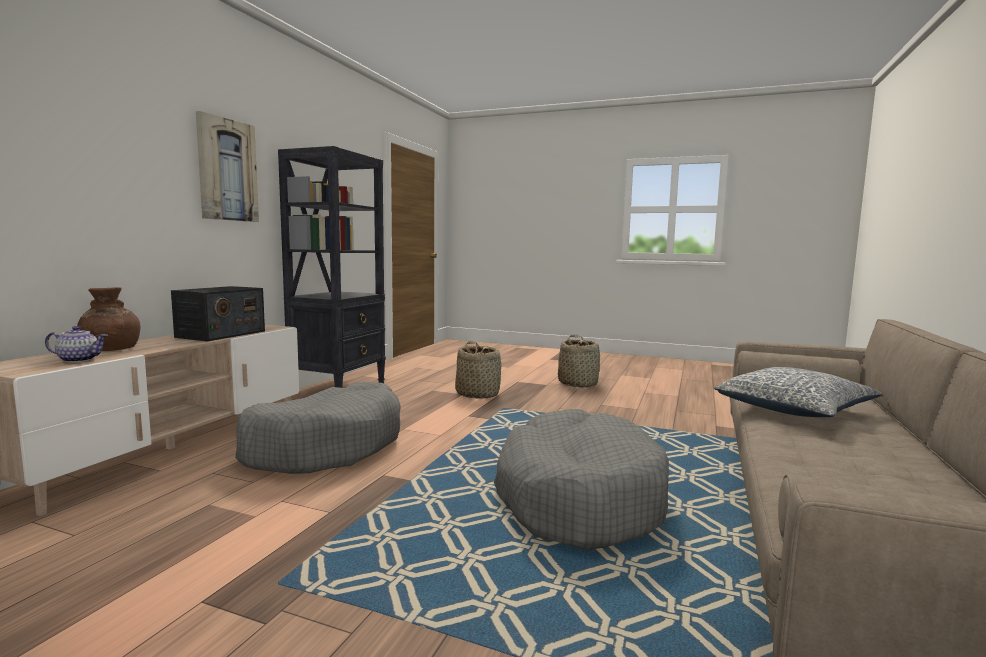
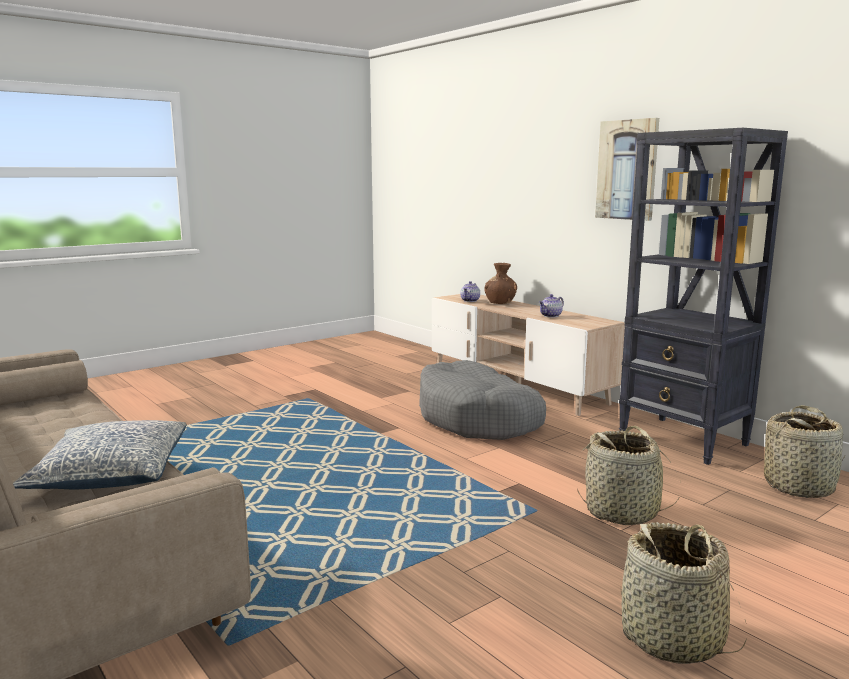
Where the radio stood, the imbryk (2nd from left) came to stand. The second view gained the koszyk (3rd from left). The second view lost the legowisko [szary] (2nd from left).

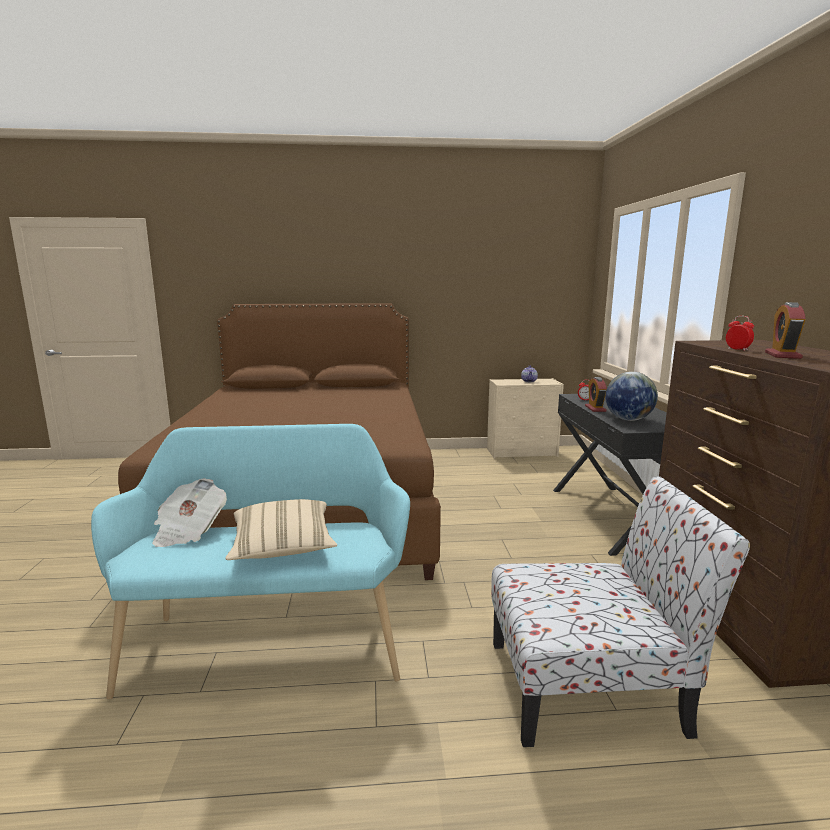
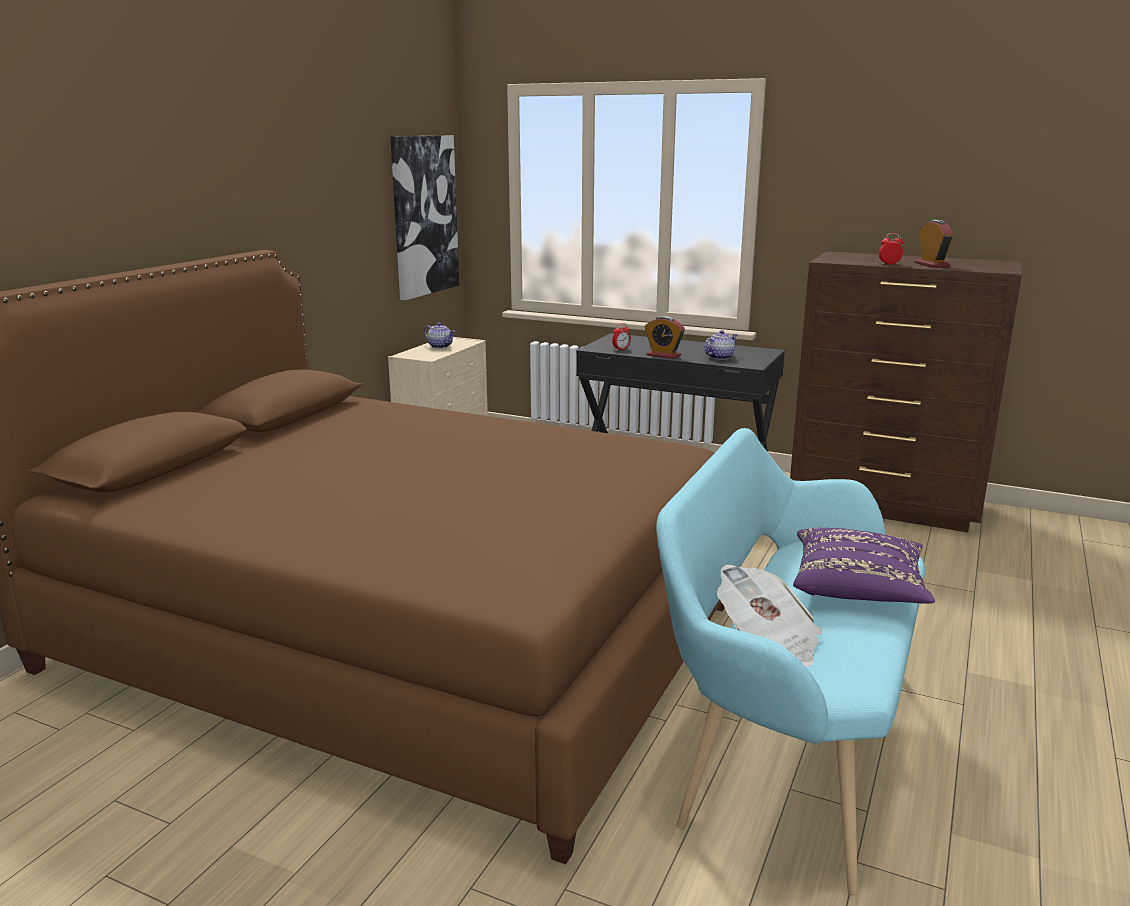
The second view gained the obraz. Where the globus stood, the imbryk (2nd from left) came to stand. What was the poduszka [beżowy] turned into the poduszka [fioletowy]. The budzik (4th from left) ended up facing another way, 150 degrees counterclockwise from before. The second view lost the krzesło.

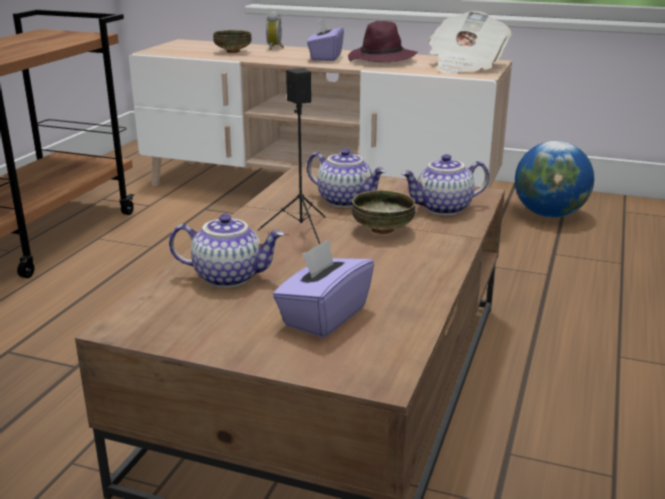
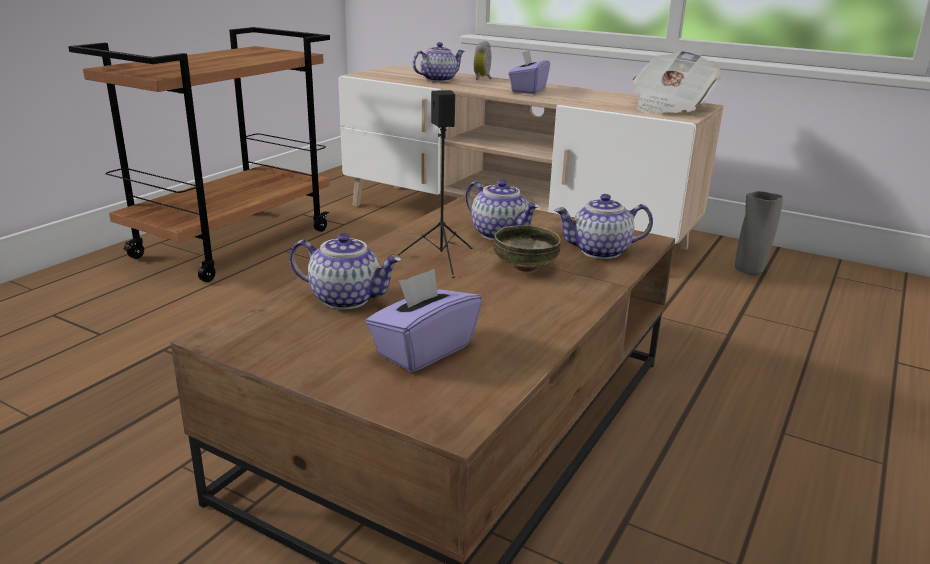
Where the miska (1st from left) stood, the imbryk (2nd from left) came to stand. Where the globus stood, the wazon [szary] came to stand. The second view lost the kapelusz [fioletowy].

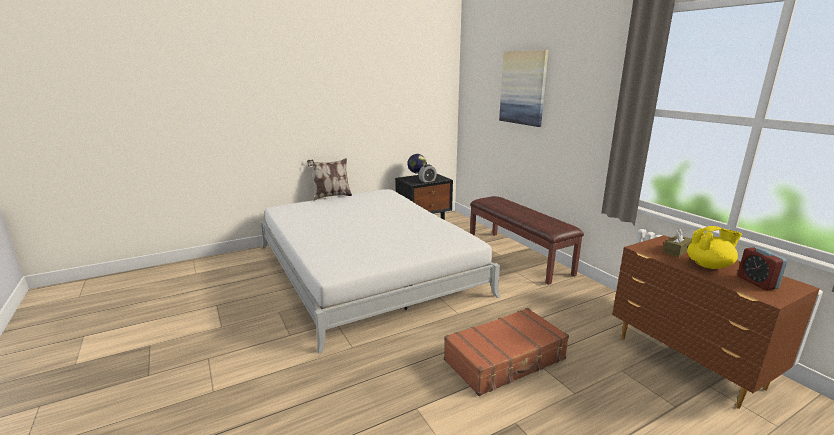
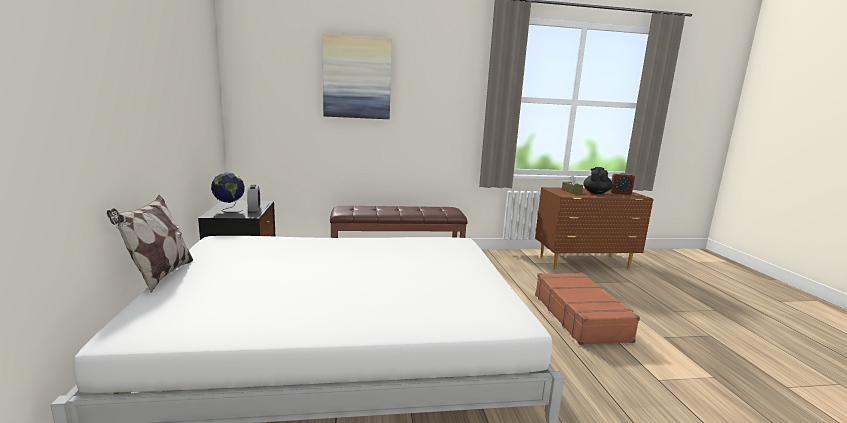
What was the imbryk [żółty] turned into the imbryk [czarny].

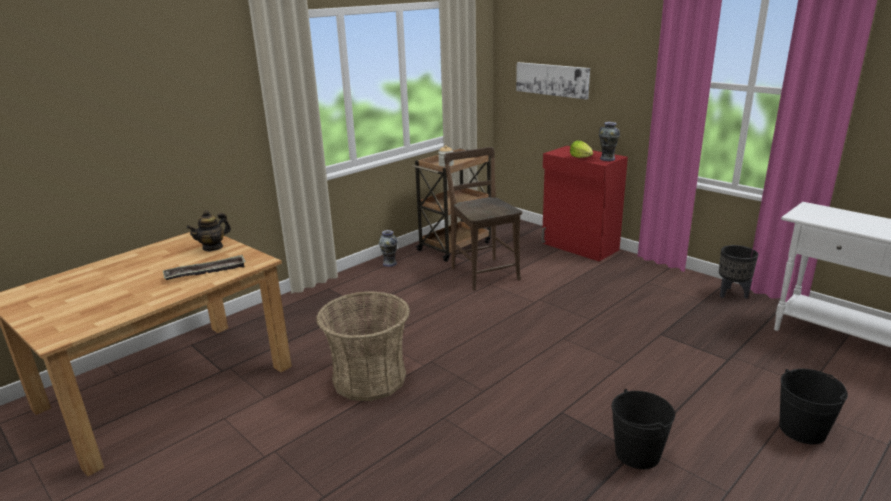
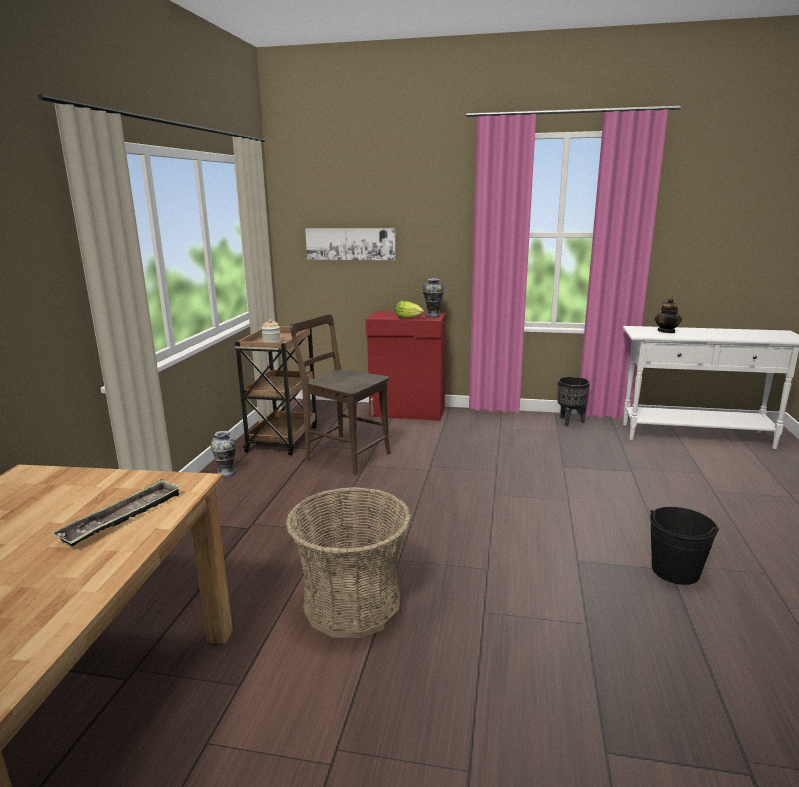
The imbryk ended up elsewhere. The second view lost the wiadro [czarny] (2nd from left).

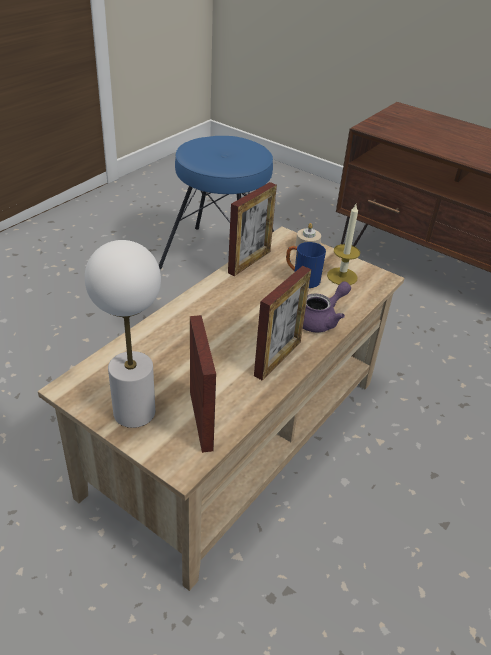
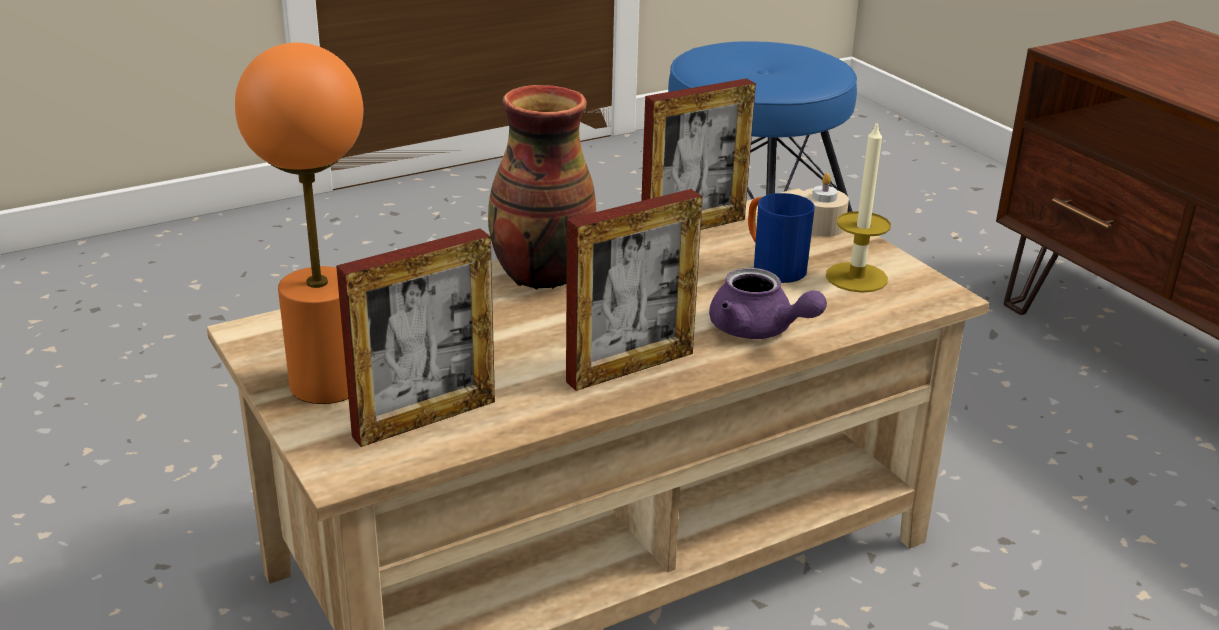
What was the lampa stołowa [biały] turned into the lampa stołowa [pomarańczowy]. The ramka na zdjęcie (1st from left) ended up facing another way, 45 degrees clockwise from before. The second view gained the wazon. The imbryk [fioletowy] ended up facing another way, 60 degrees clockwise from before.

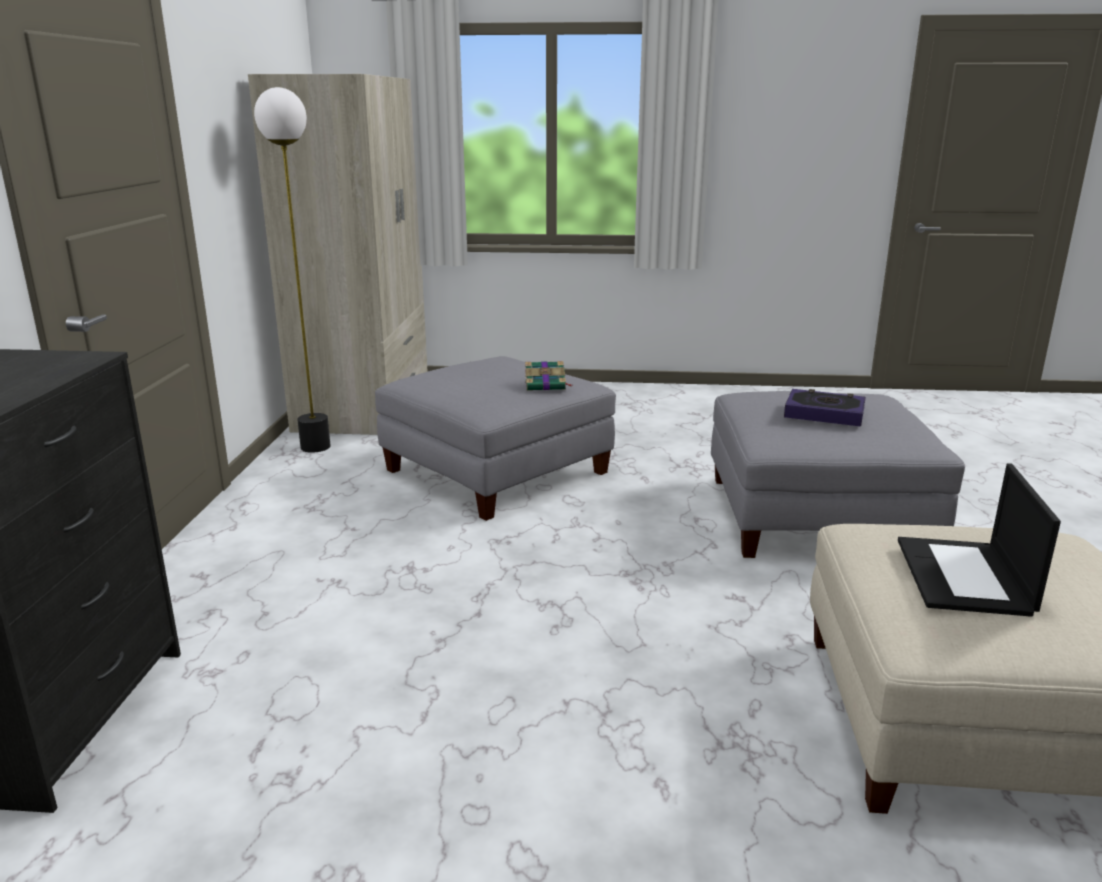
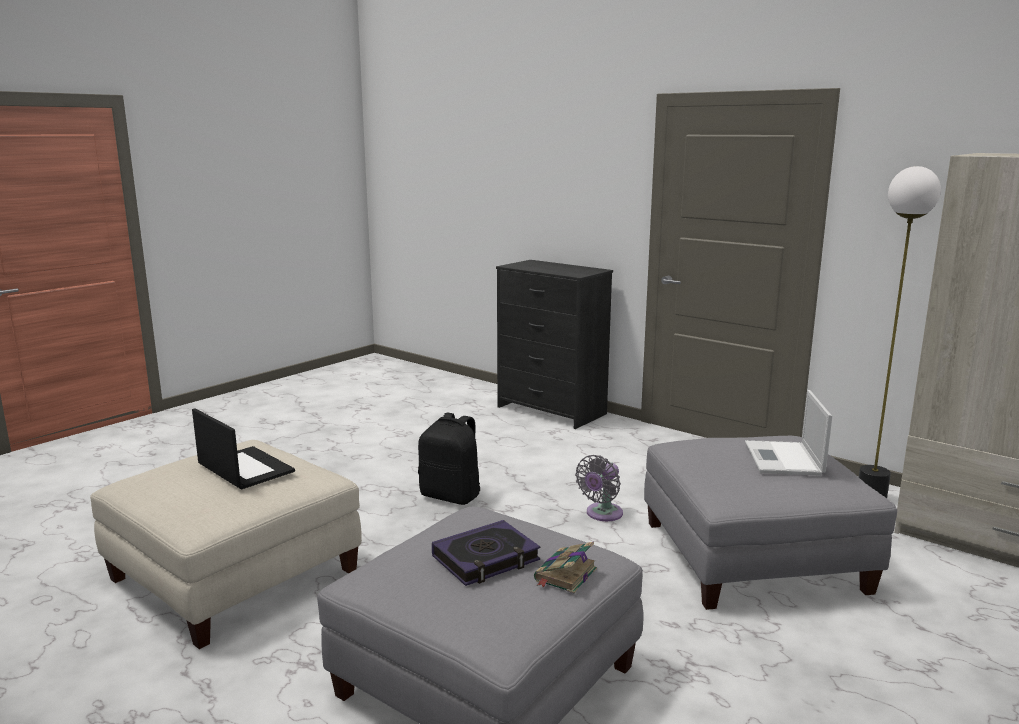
The second view gained the plecak [czarny]. The książka (1st from left in the first image) ended up elsewhere. The second view gained the wentylator [szary]. The second view gained the laptop (2nd from left).

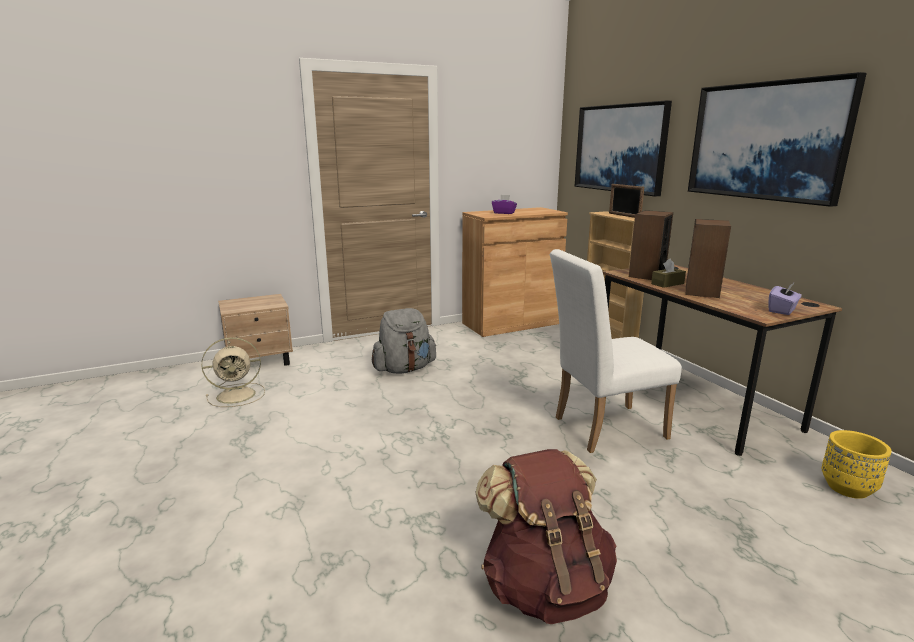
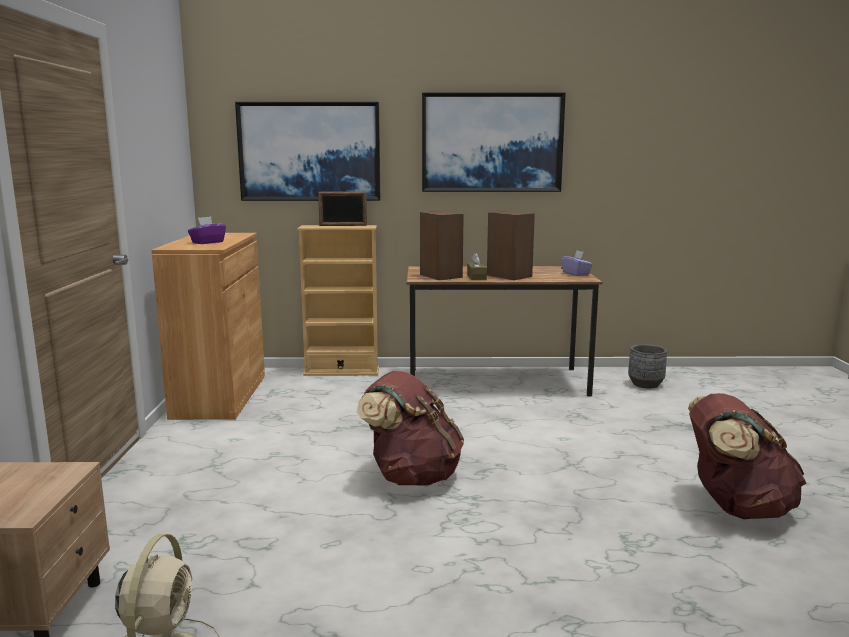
The second view gained the plecak [brązowy] (1st from left). What was the donica [żółty] turned into the donica [szary]. The second view lost the plecak [szary]. The second view lost the krzesło [biały].

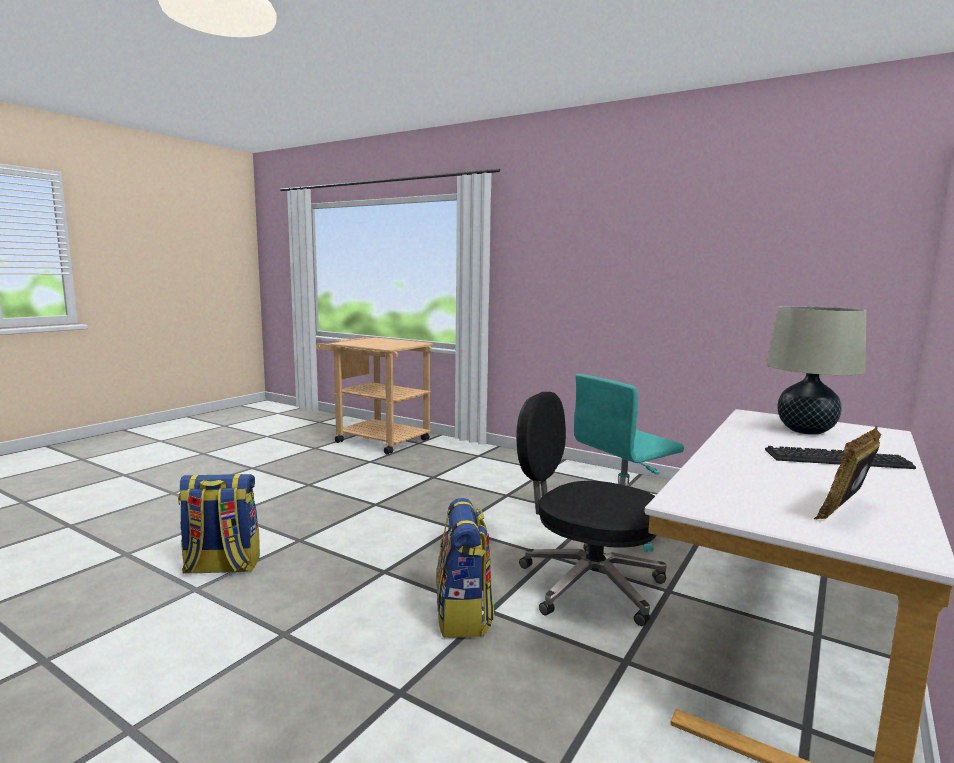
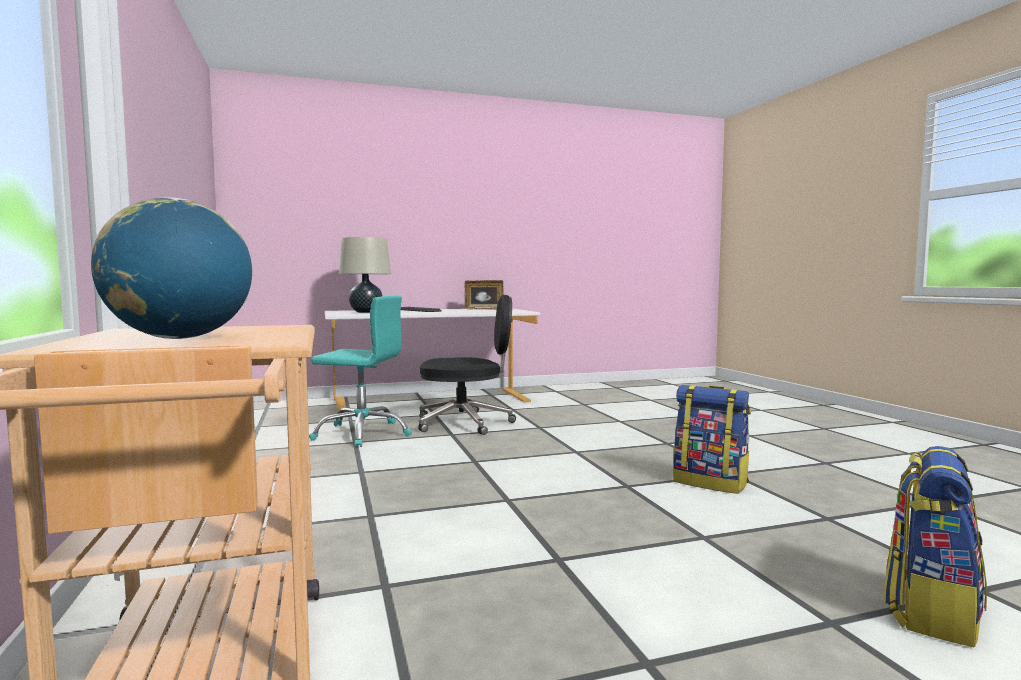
The second view gained the globus. The krzesło biurowe [czarny] ended up facing another way, 75 degrees counterclockwise from before. The plecak (2nd from left) ended up elsewhere.

